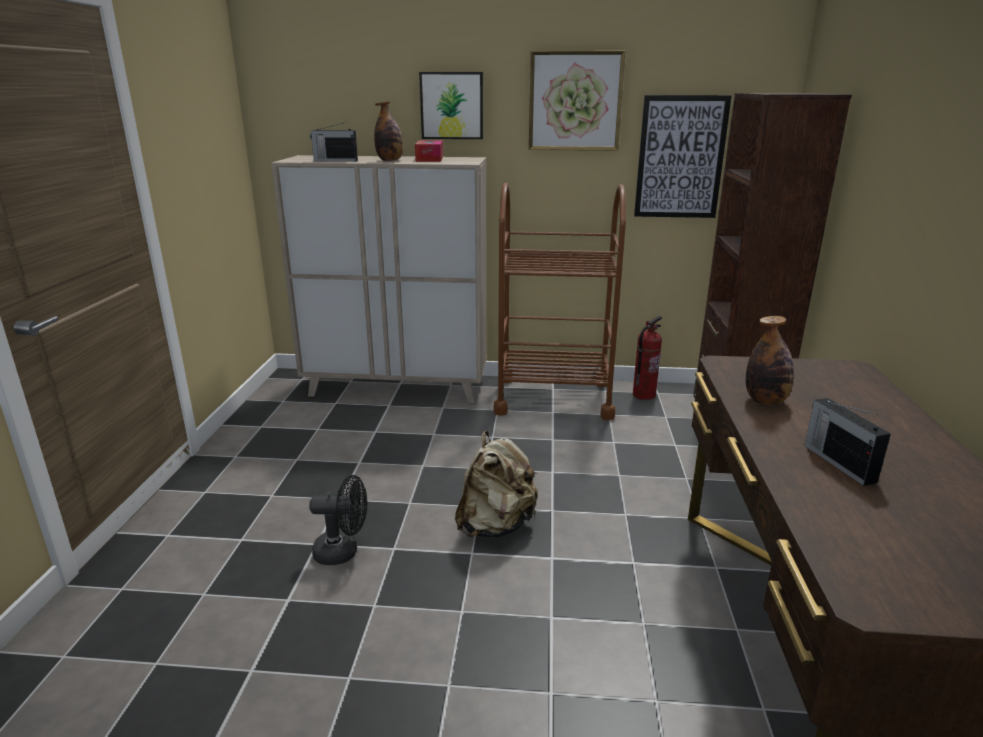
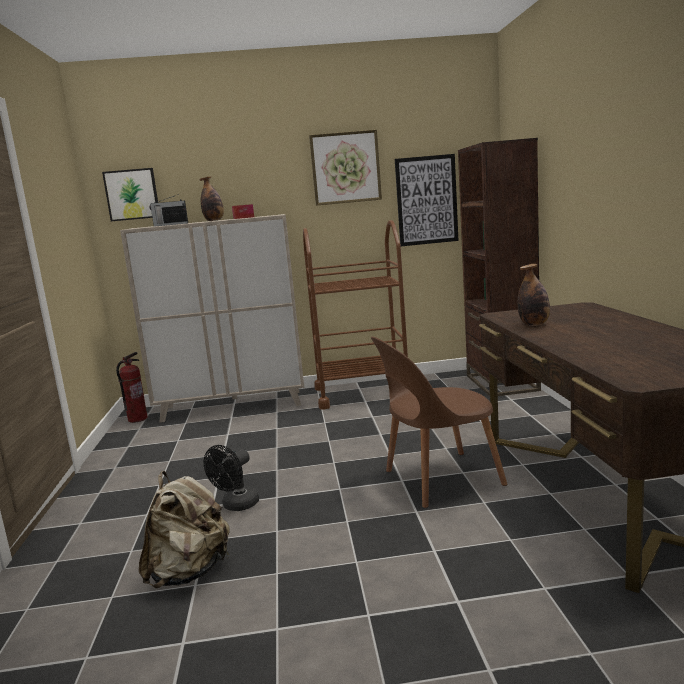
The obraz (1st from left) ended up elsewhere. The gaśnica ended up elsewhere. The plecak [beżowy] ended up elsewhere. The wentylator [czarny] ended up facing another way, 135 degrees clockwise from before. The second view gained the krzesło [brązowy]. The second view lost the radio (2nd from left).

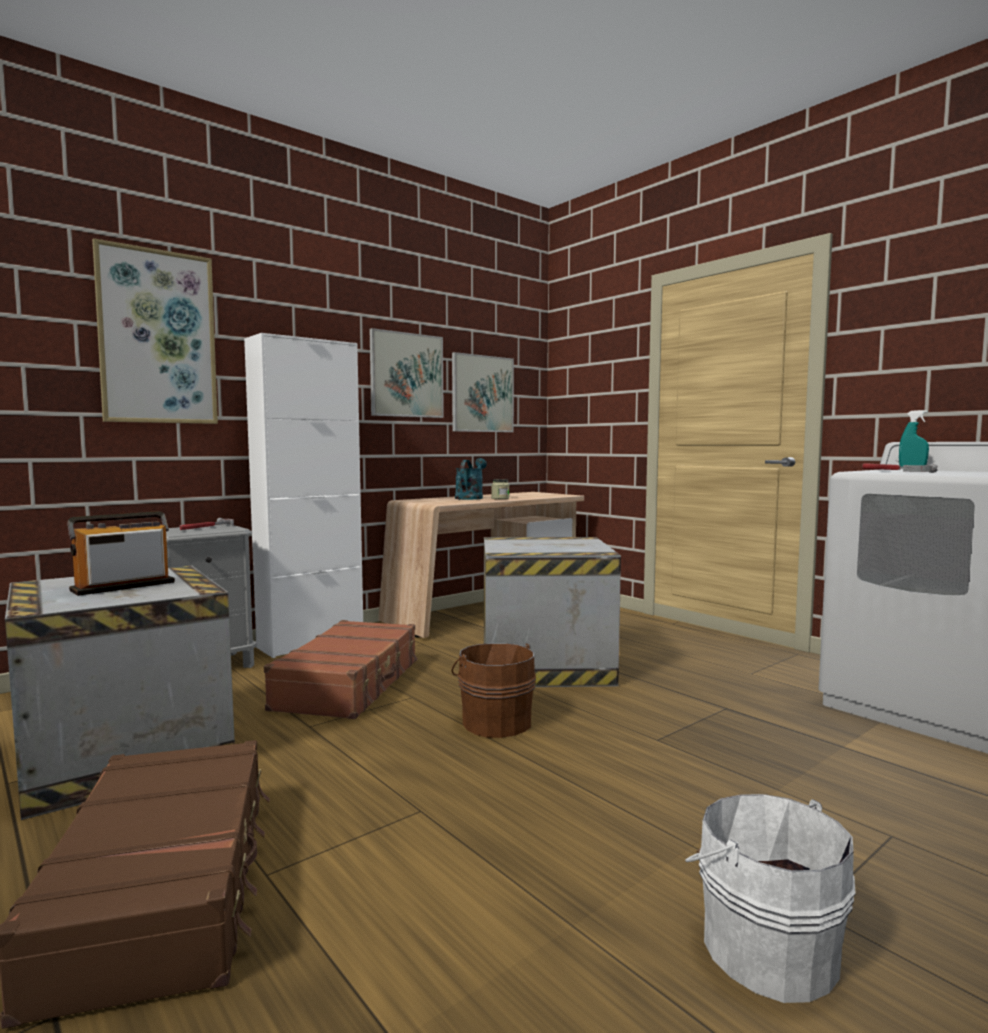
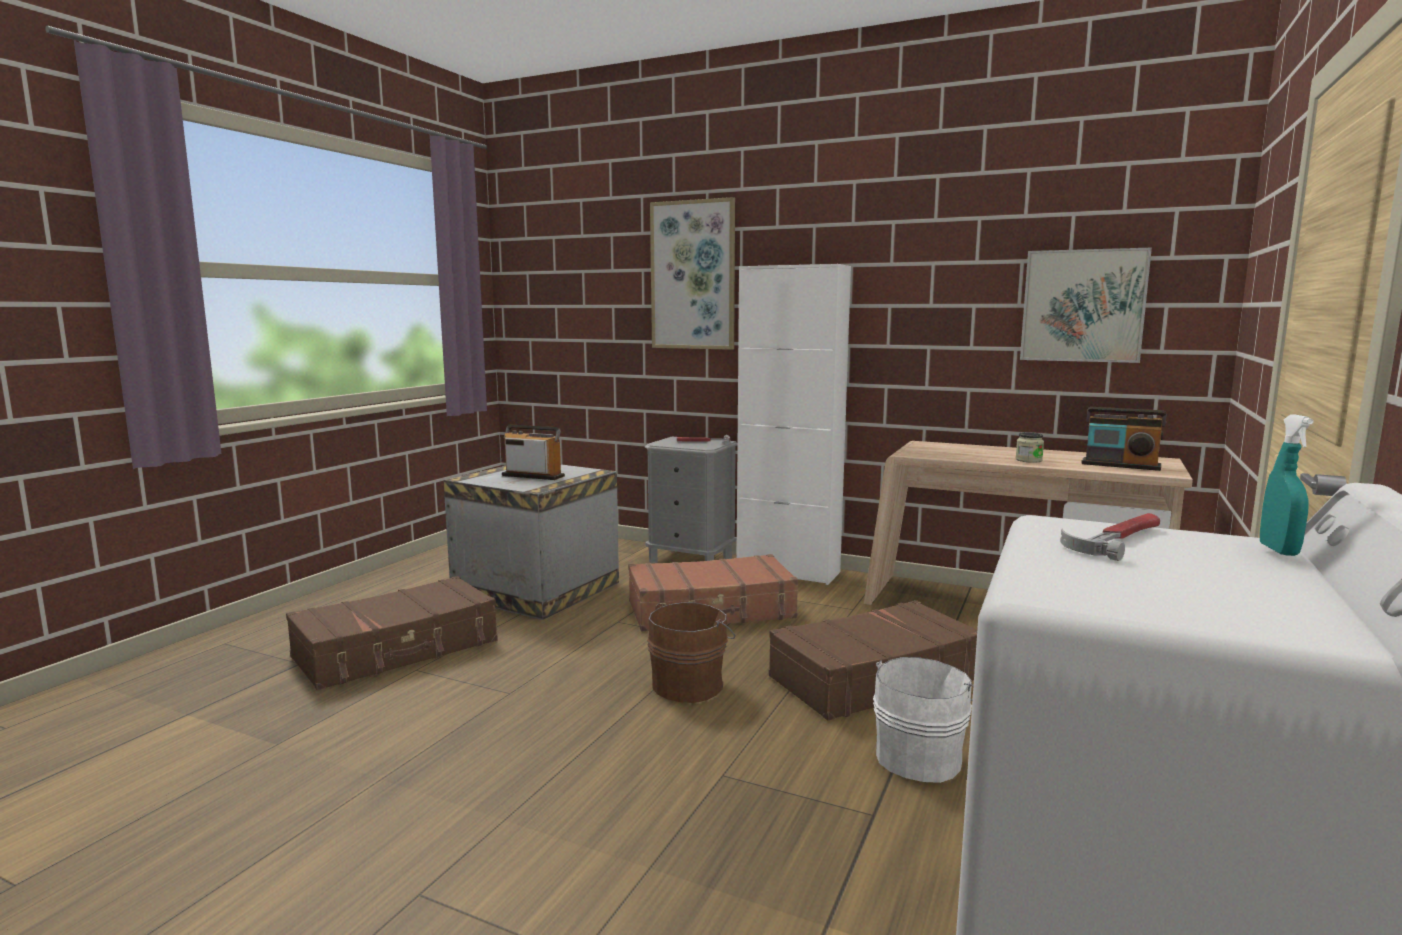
Where the skrzynka (2nd from left) stood, the walizka [brązowy] (3rd from left) came to stand. The wiadro [biały] ended up elsewhere. The second view gained the radio (2nd from left). The second view lost the obraz (2nd from left). The second view lost the konewka [turkusowy].

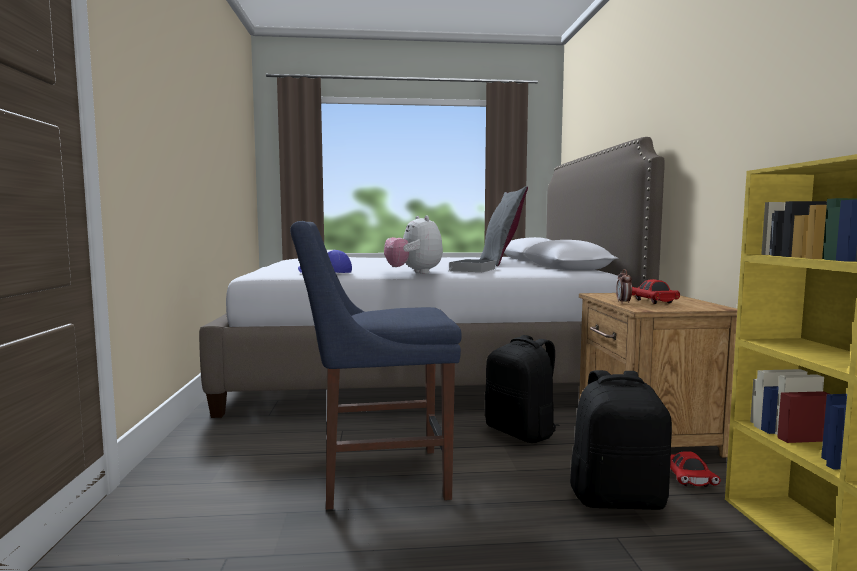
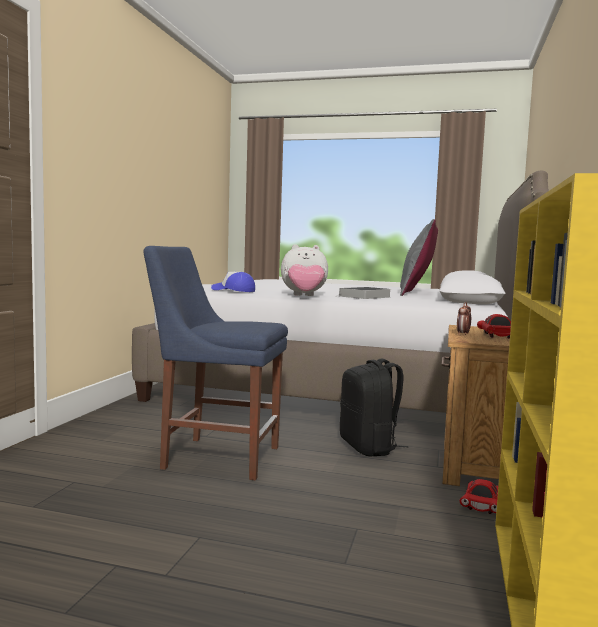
The pluszak ended up facing another way, 90 degrees counterclockwise from before. The second view lost the plecak [czarny] (2nd from left).

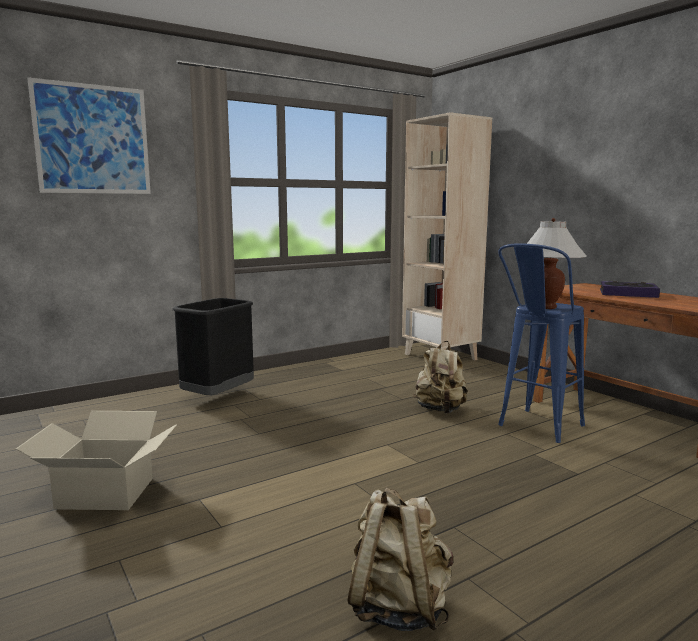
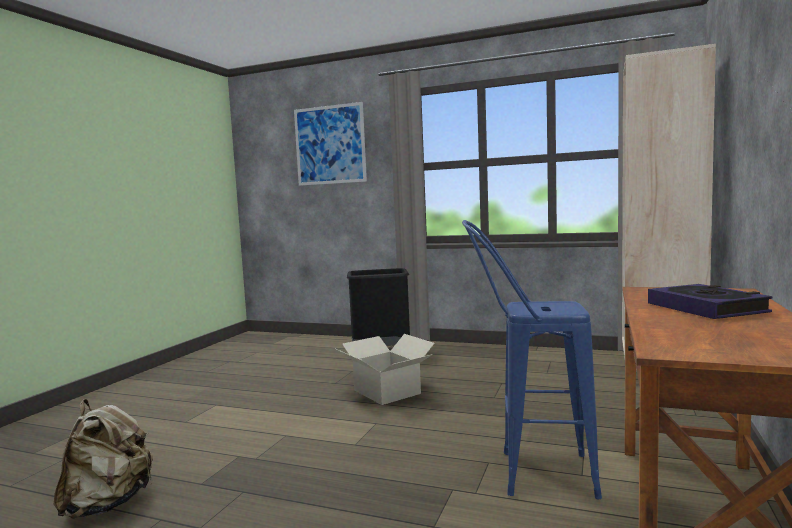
The karton ended up elsewhere. The second view lost the plecak [beżowy] (2nd from left). The second view lost the lampa stołowa [biały].

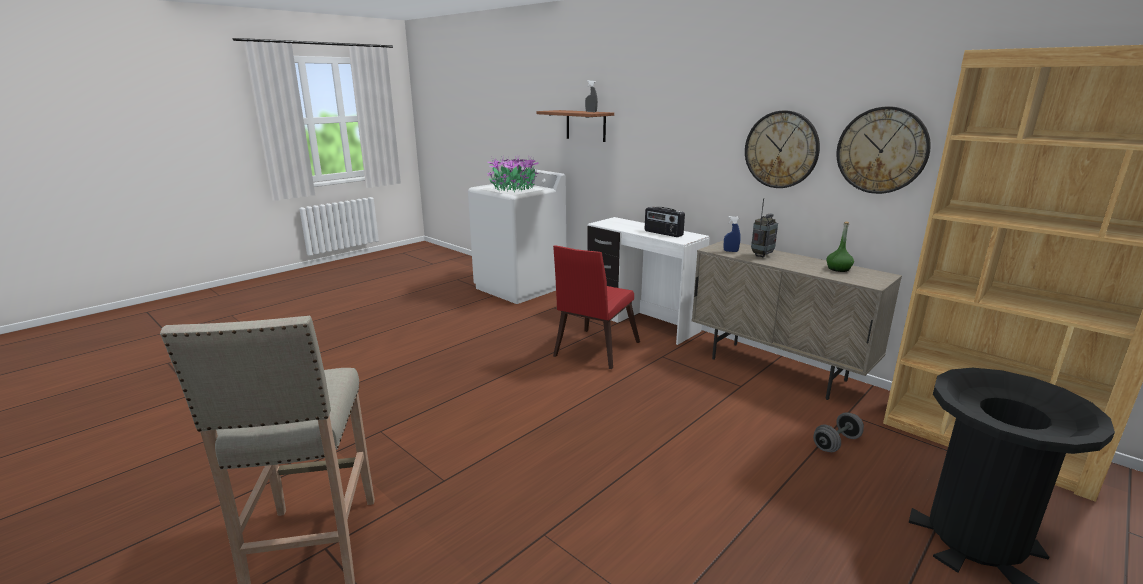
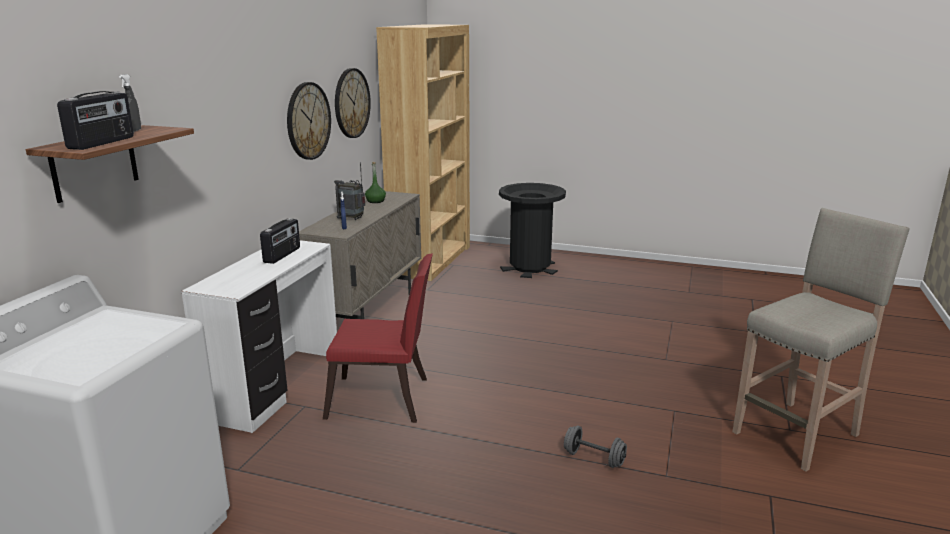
The second view gained the radio (1st from left). The hantel [szary] ended up elsewhere. The second view lost the roślina doniczkowa.

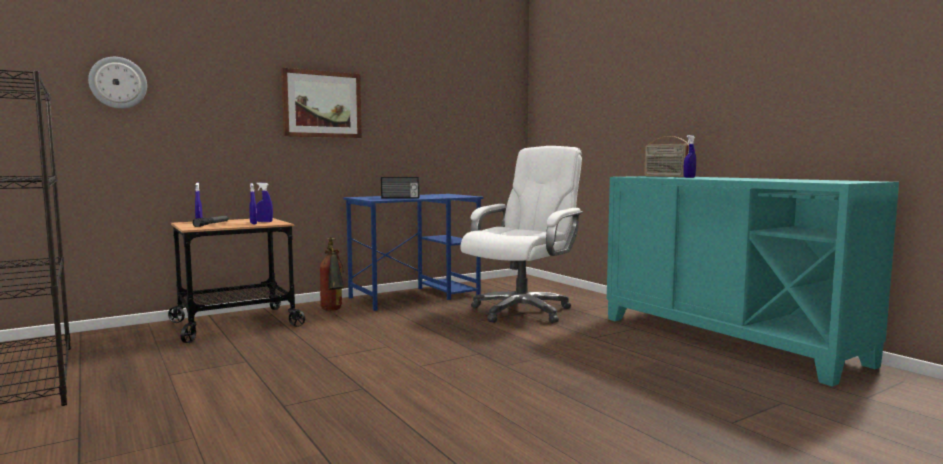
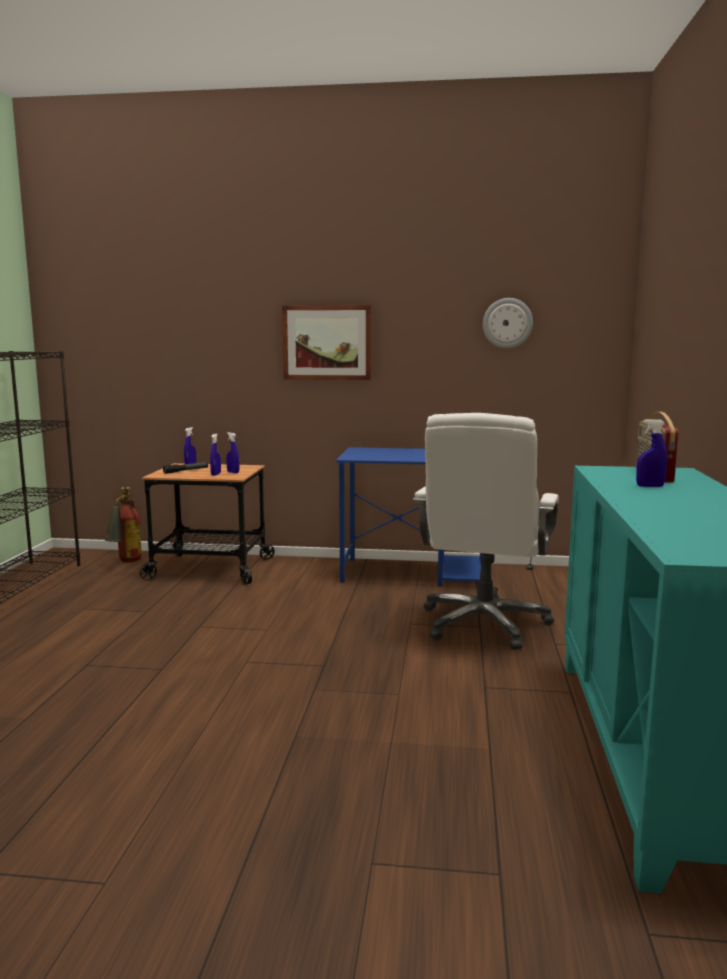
The gaśnica ended up elsewhere. The krzesło biurowe [biały] ended up facing another way, 120 degrees clockwise from before. The zegar ścienny ended up elsewhere. The second view lost the radio (1st from left).

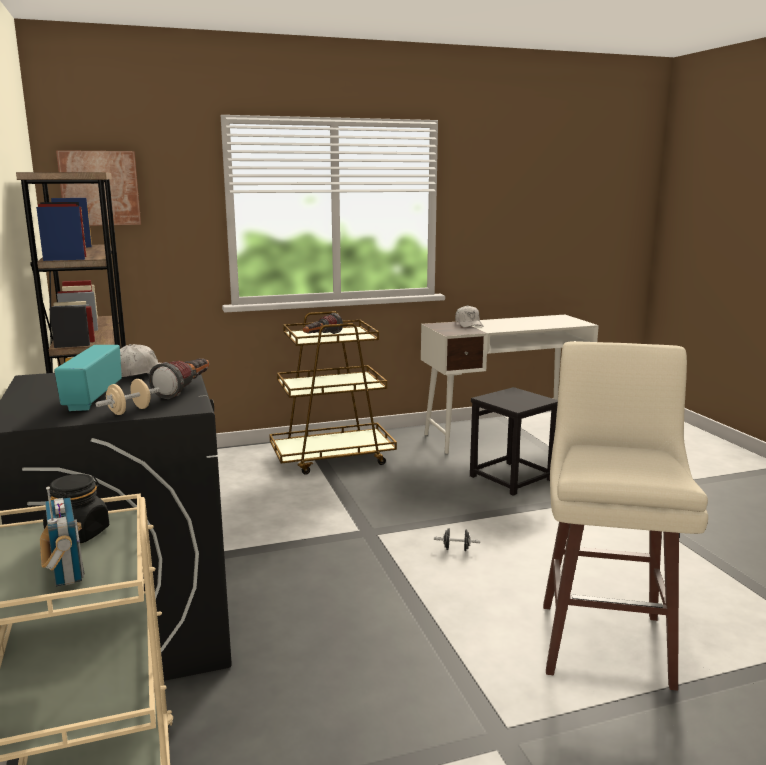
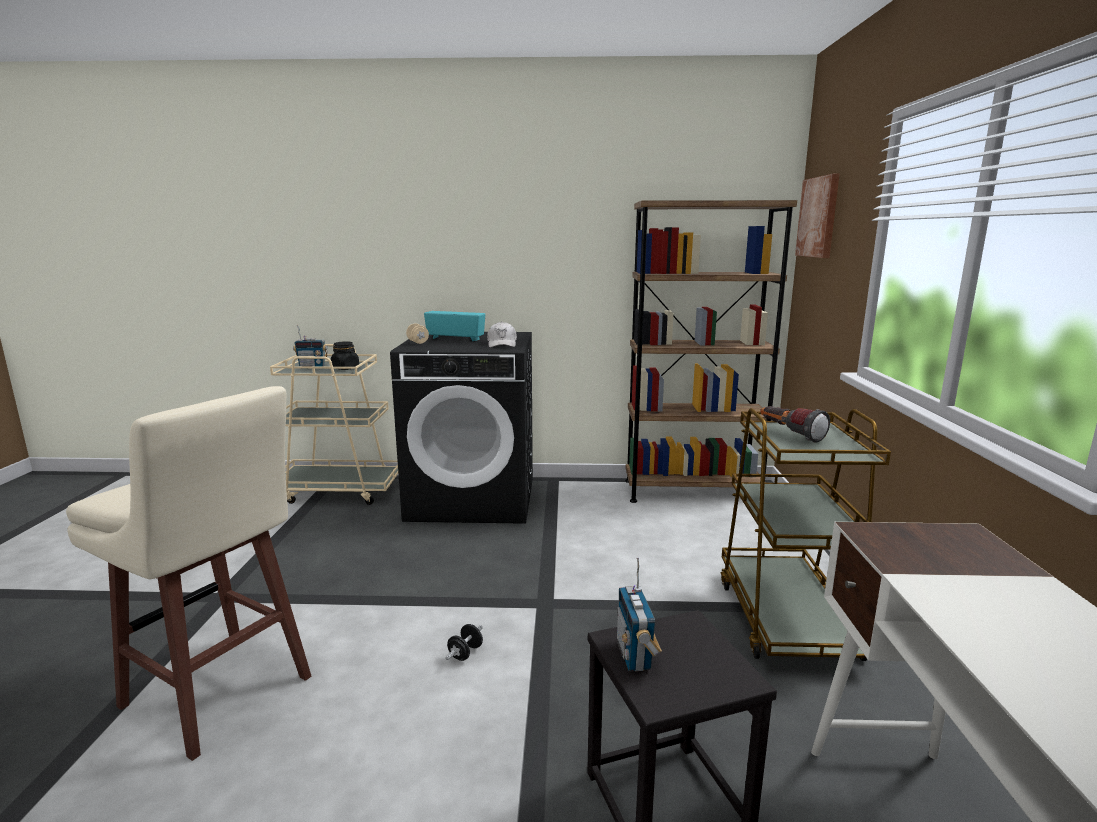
The second view gained the radio (3rd from left). The second view lost the latarka (1st from left). The second view lost the czapka z daszkiem [biały] (2nd from left).

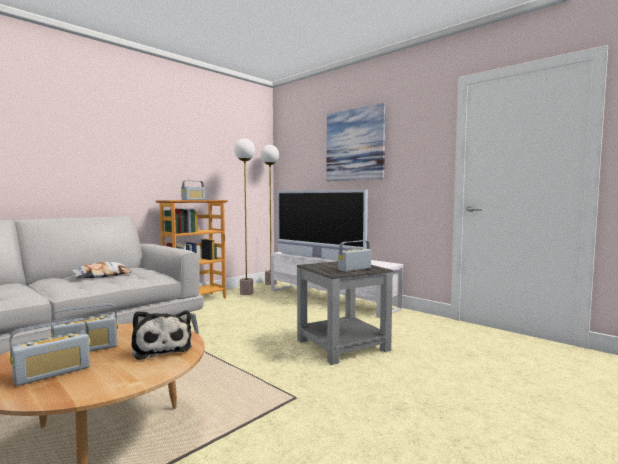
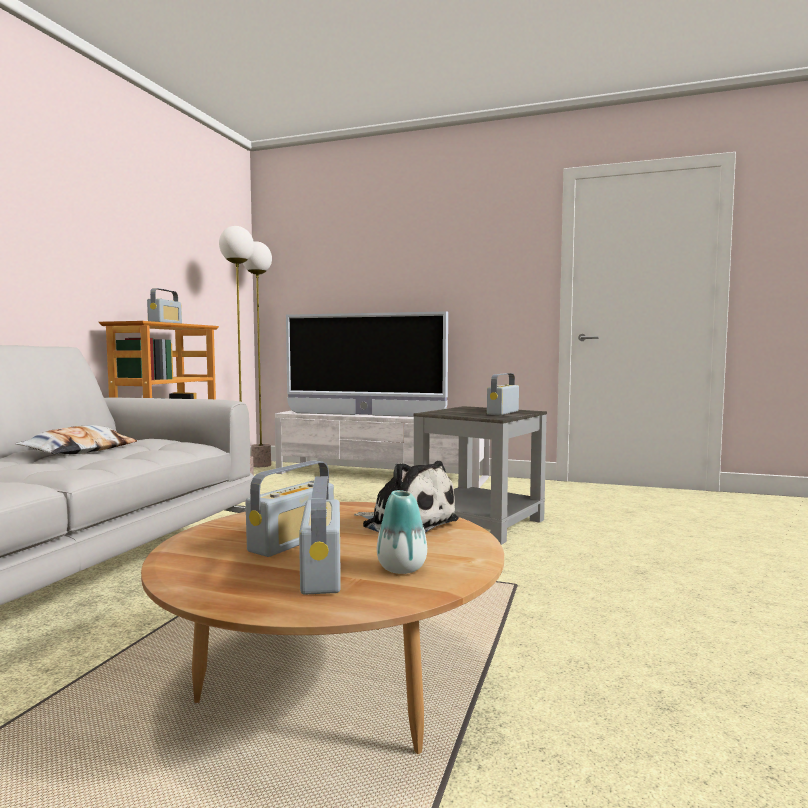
The radio (1st from left in the first image) ended up facing another way, 150 degrees clockwise from before. The second view gained the wazon. The second view lost the obraz.

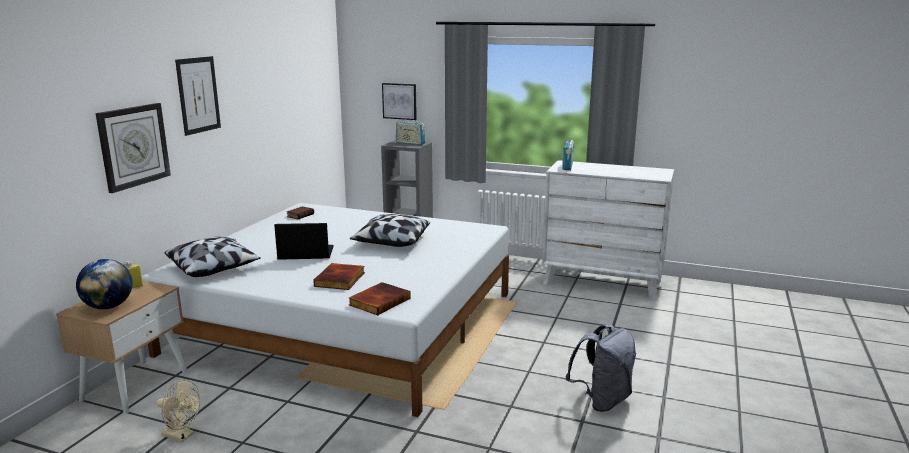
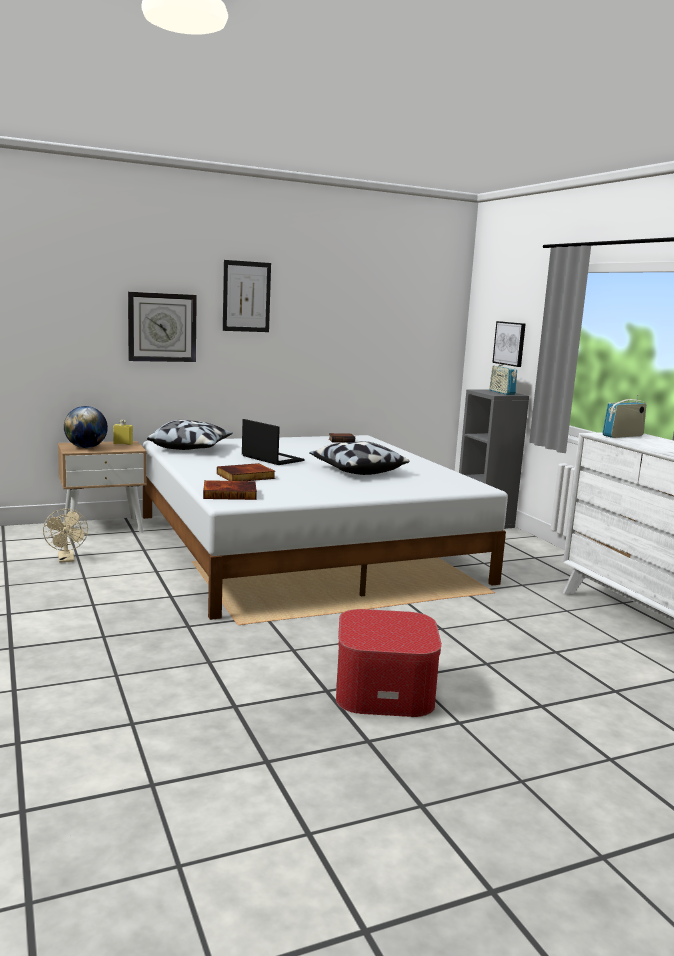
Where the plecak [szary] stood, the pufa came to stand.

